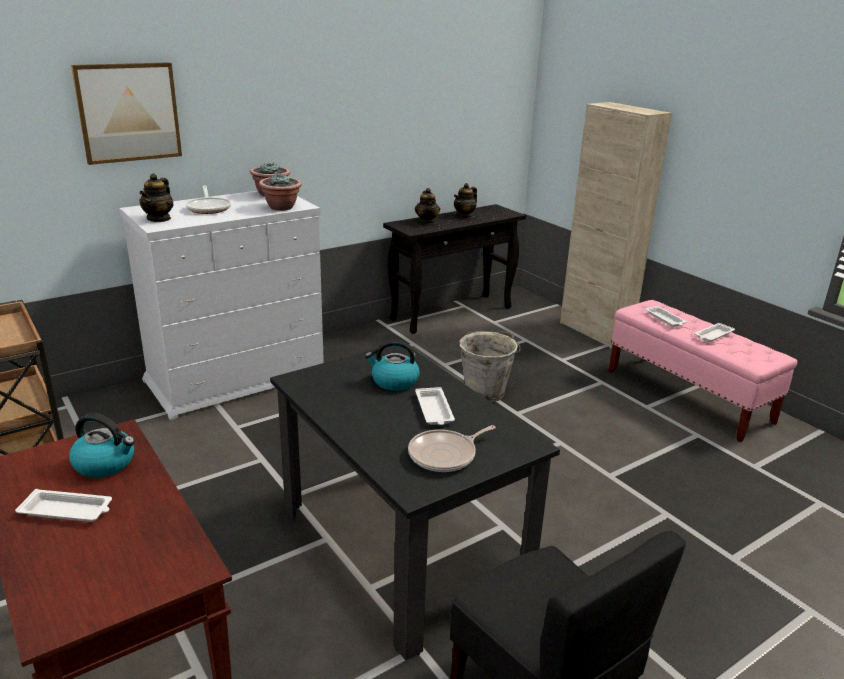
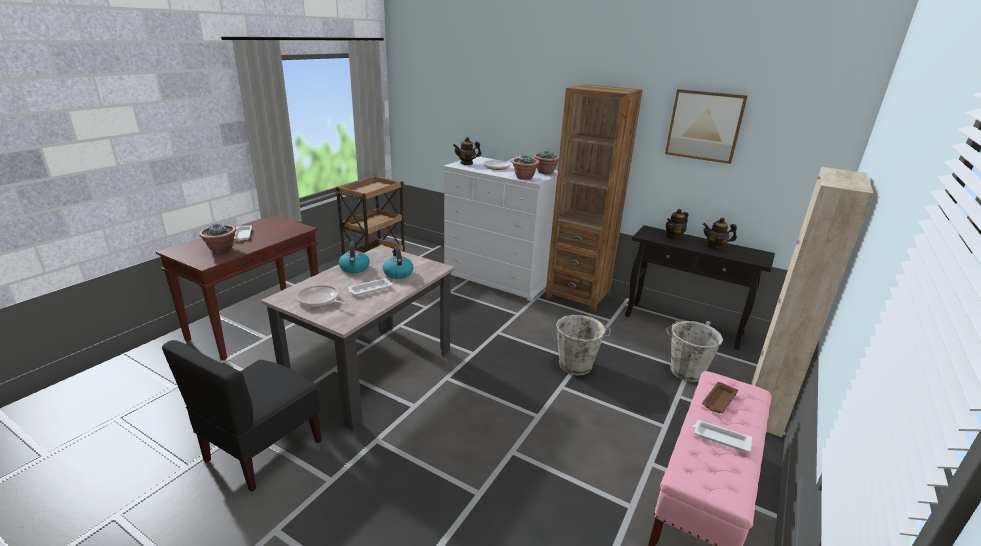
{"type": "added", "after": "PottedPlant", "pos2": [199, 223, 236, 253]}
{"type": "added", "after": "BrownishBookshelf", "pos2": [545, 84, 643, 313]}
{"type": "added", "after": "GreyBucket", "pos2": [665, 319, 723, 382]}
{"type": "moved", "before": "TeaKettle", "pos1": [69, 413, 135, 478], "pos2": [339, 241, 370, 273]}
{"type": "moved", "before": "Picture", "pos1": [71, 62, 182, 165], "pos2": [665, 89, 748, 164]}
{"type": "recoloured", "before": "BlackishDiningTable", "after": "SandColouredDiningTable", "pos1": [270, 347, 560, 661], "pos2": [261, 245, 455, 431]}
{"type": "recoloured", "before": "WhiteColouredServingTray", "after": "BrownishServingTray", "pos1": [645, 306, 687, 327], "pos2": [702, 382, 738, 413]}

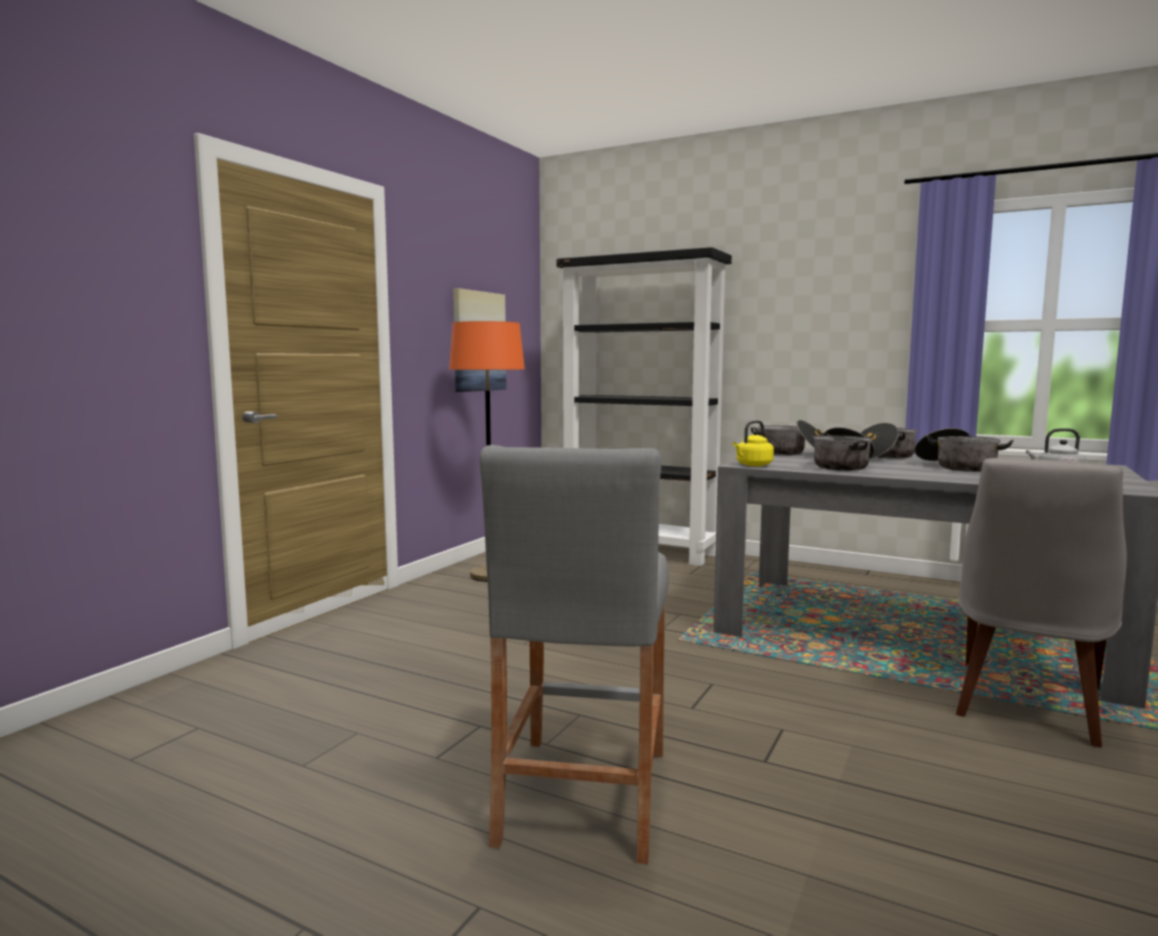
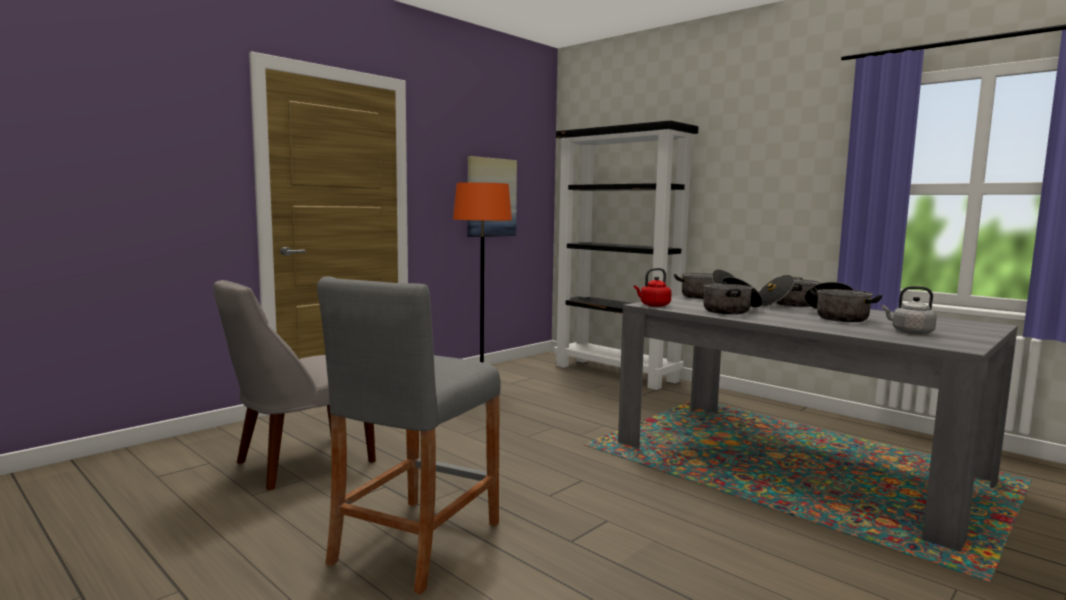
{"type": "moved", "before": "GreyPlainChair", "pos1": [956, 458, 1127, 748], "pos2": [213, 280, 376, 490]}
{"type": "recoloured", "before": "YellowTeaKettle", "after": "ReddishTeaKettle", "pos1": [733, 420, 774, 466], "pos2": [634, 268, 672, 307]}

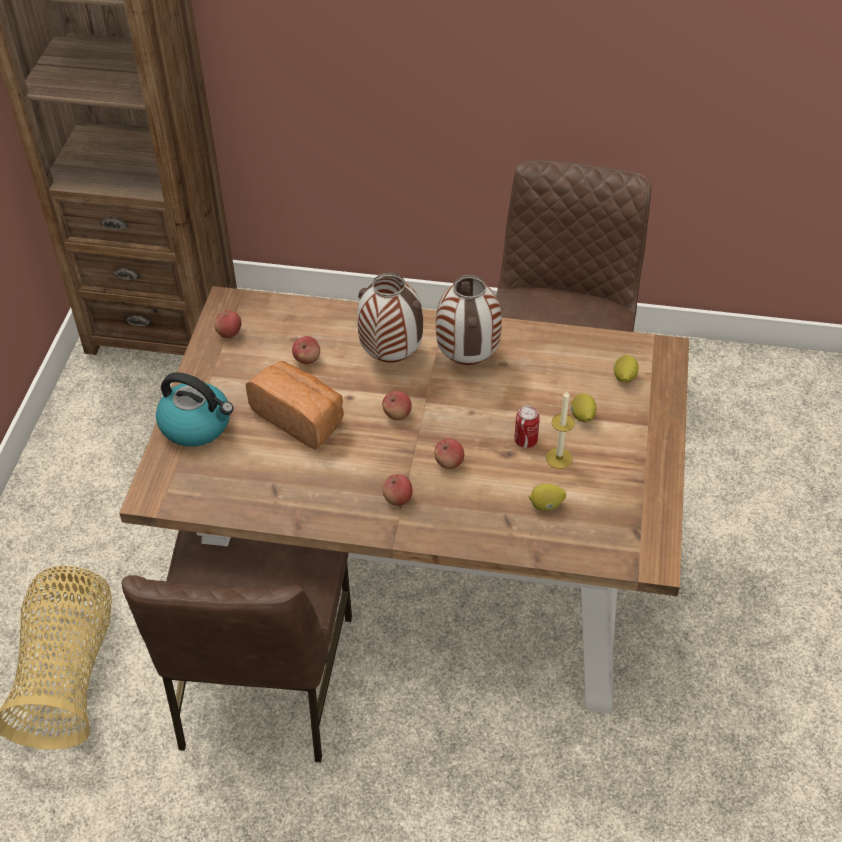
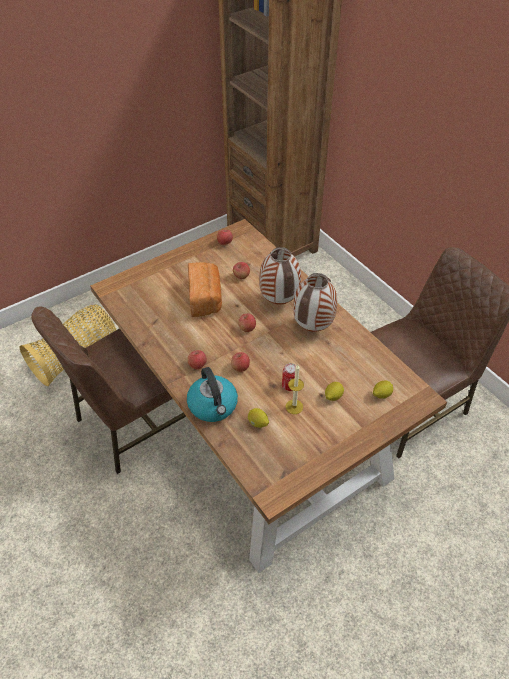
{"type": "moved", "before": "TeaKettle", "pos1": [156, 372, 234, 447], "pos2": [187, 367, 238, 422]}

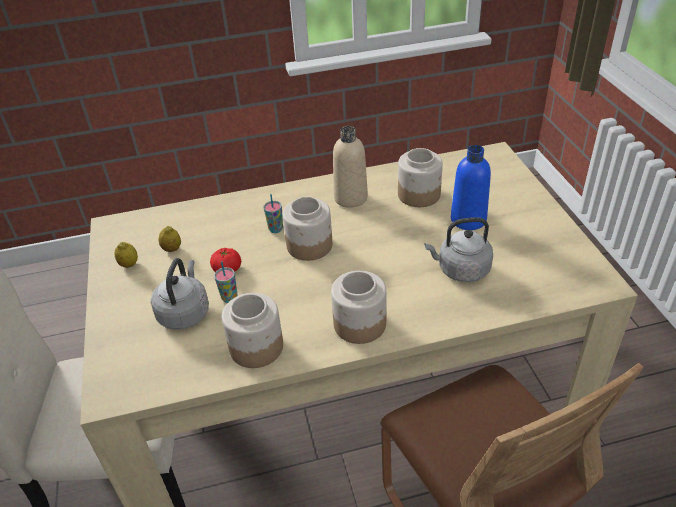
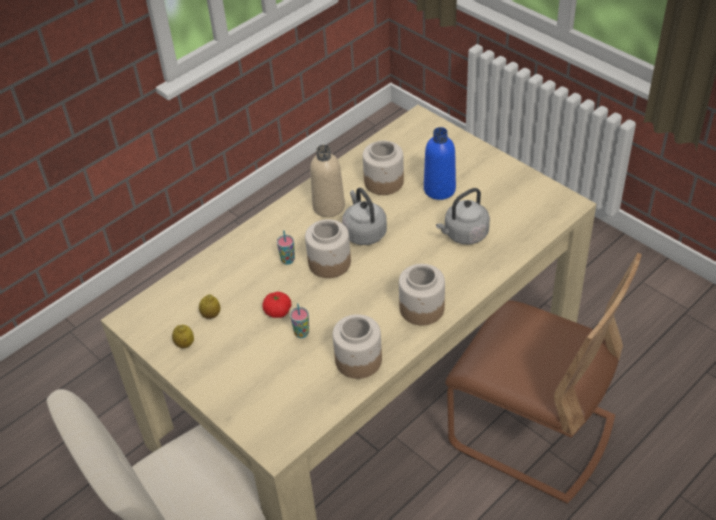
{"type": "moved", "before": "GreyTeaKettle", "pos1": [151, 258, 209, 330], "pos2": [342, 188, 387, 245]}

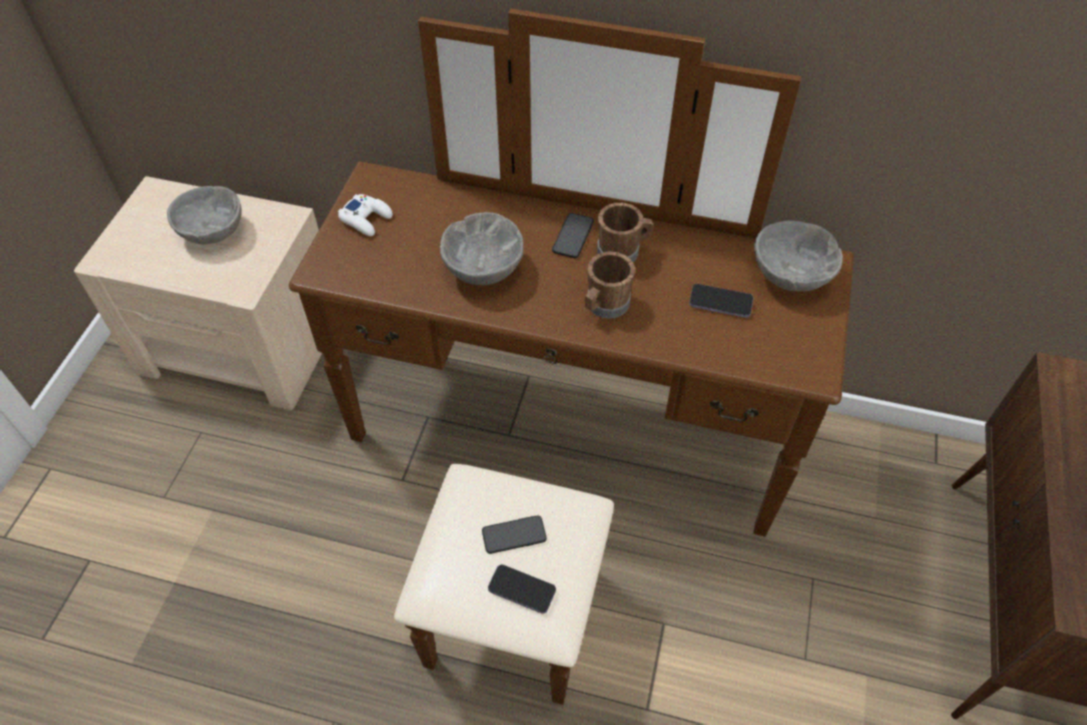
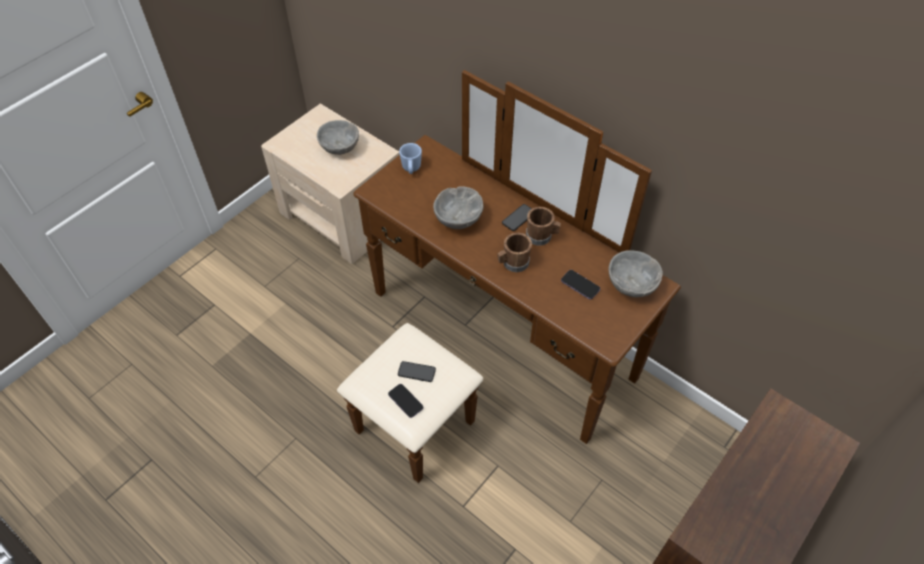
{"type": "replaced", "before": "WhiteColouredGamepad", "after": "BluishTeaMug", "pos1": [338, 194, 393, 236], "pos2": [399, 143, 422, 174]}

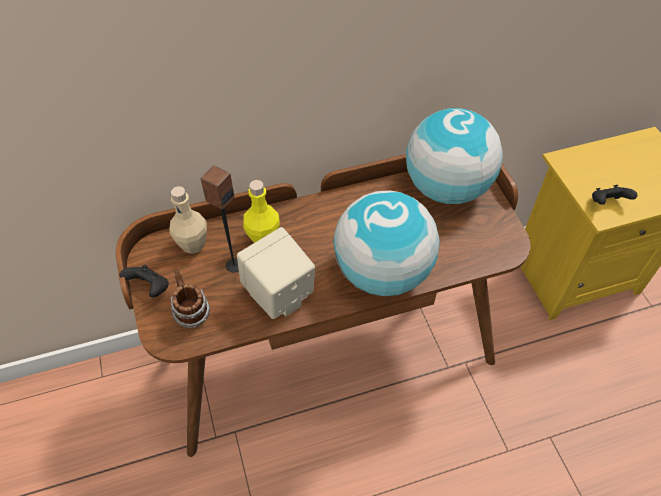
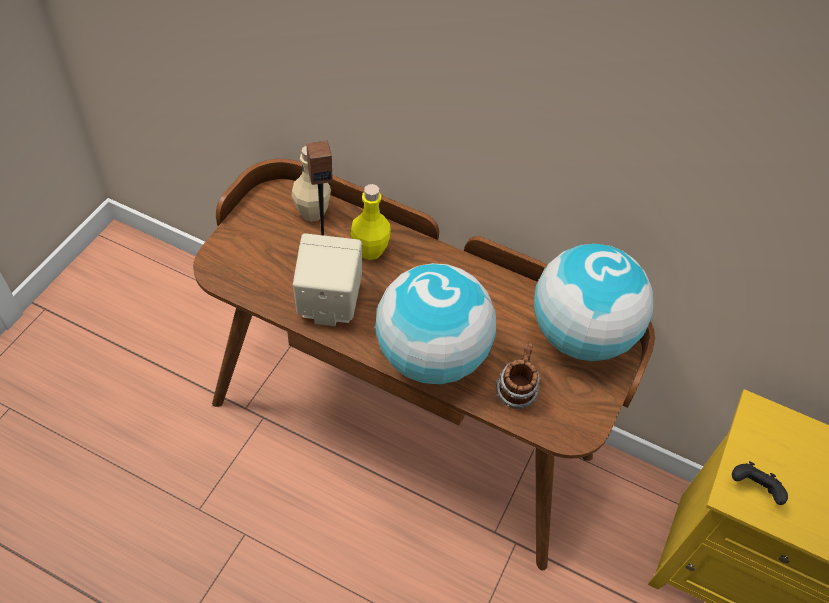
{"type": "removed", "before": "BlackishGamepad", "pos1": [119, 265, 169, 297]}
{"type": "moved", "before": "TeaMug", "pos1": [171, 270, 211, 328], "pos2": [496, 343, 541, 409]}

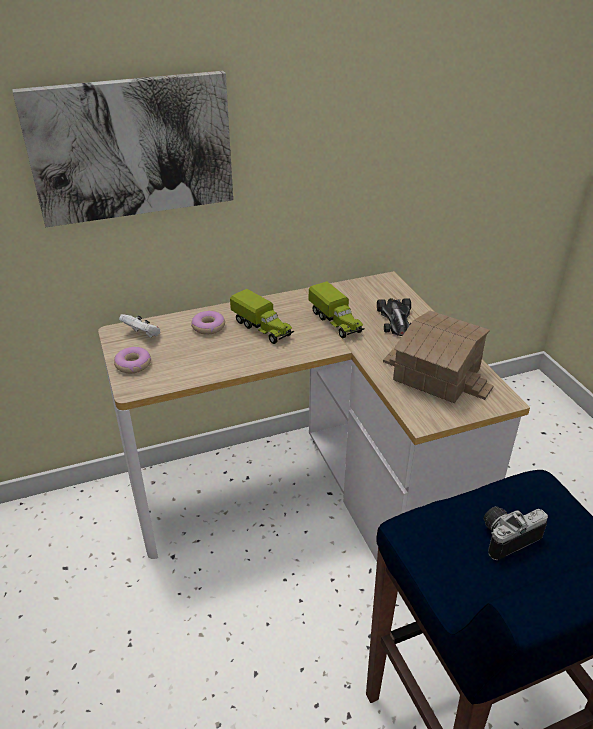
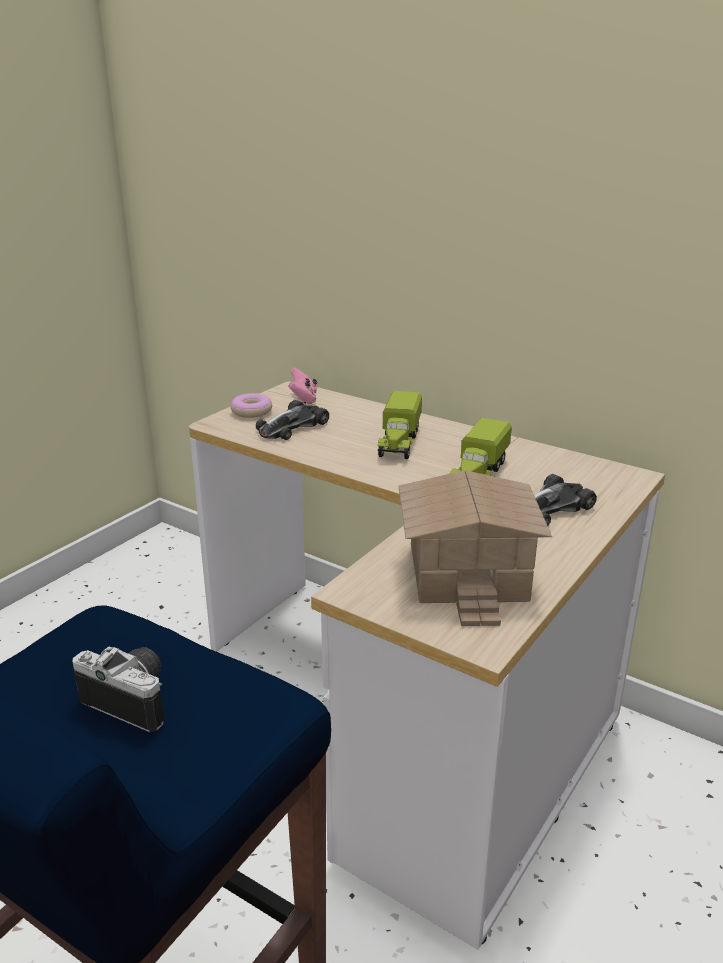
{"type": "removed", "before": "Picture", "pos1": [12, 71, 233, 227]}
{"type": "removed", "before": "RingDoughnut", "pos1": [191, 311, 225, 335]}
{"type": "added", "after": "ToyCar", "pos2": [256, 400, 329, 440]}
{"type": "recoloured", "before": "WhiteColouredGamepad", "after": "PinkGamepad", "pos1": [119, 314, 160, 338], "pos2": [288, 368, 317, 404]}

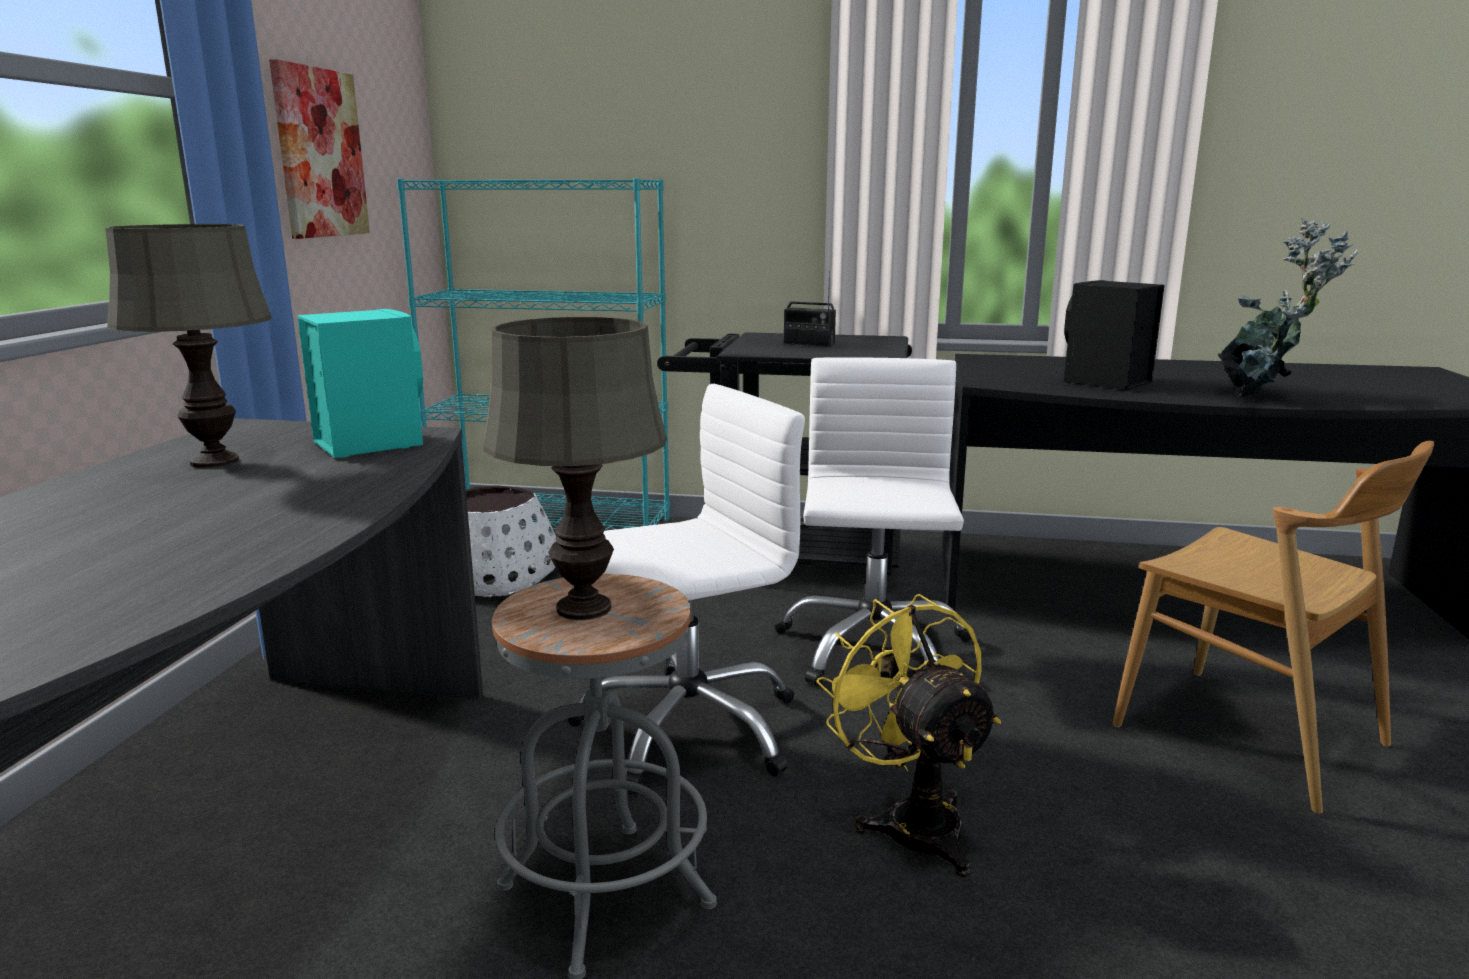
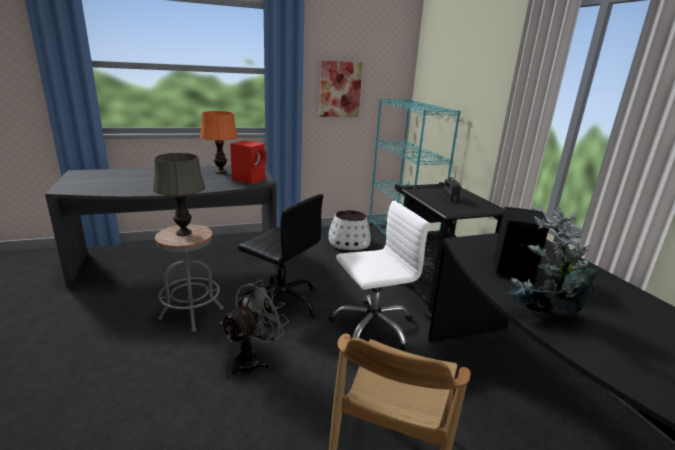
{"type": "recoloured", "before": "GreyTabletopLamp", "after": "OrangeyTabletopLamp", "pos1": [105, 224, 272, 468], "pos2": [200, 111, 238, 174]}
{"type": "recoloured", "before": "TurquoiseAudioSpeaker", "after": "ReddishAudioSpeaker", "pos1": [297, 309, 423, 458], "pos2": [230, 140, 266, 184]}
{"type": "recoloured", "before": "WhiteColouredDeskChair", "after": "BlackishDeskChair", "pos1": [567, 384, 805, 794], "pos2": [238, 194, 323, 327]}
{"type": "recoloured", "before": "YellowFan", "after": "GreyFan", "pos1": [816, 594, 1001, 877], "pos2": [220, 280, 289, 378]}

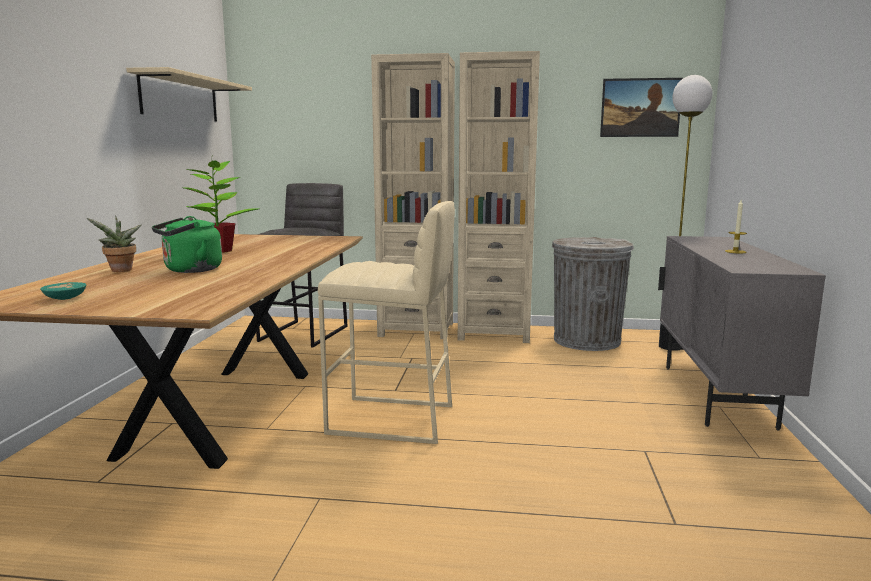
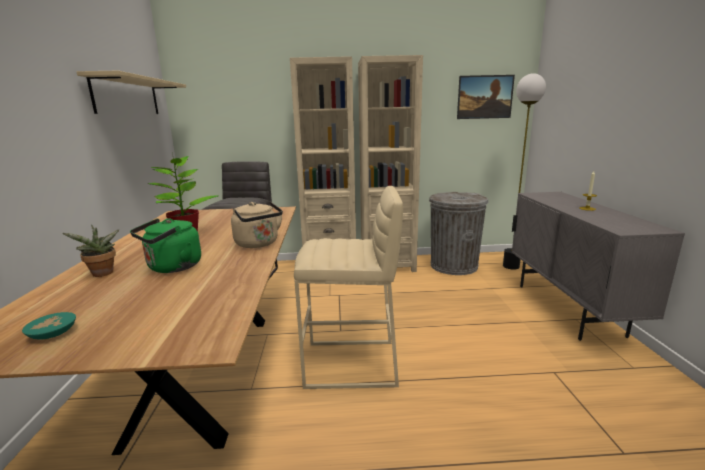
{"type": "added", "after": "SandColouredTeaKettle", "pos2": [231, 202, 283, 248]}

